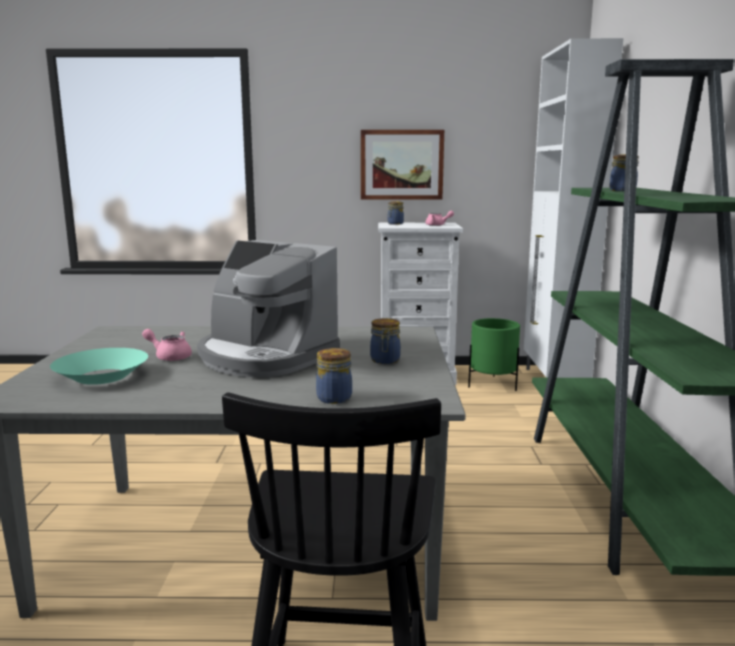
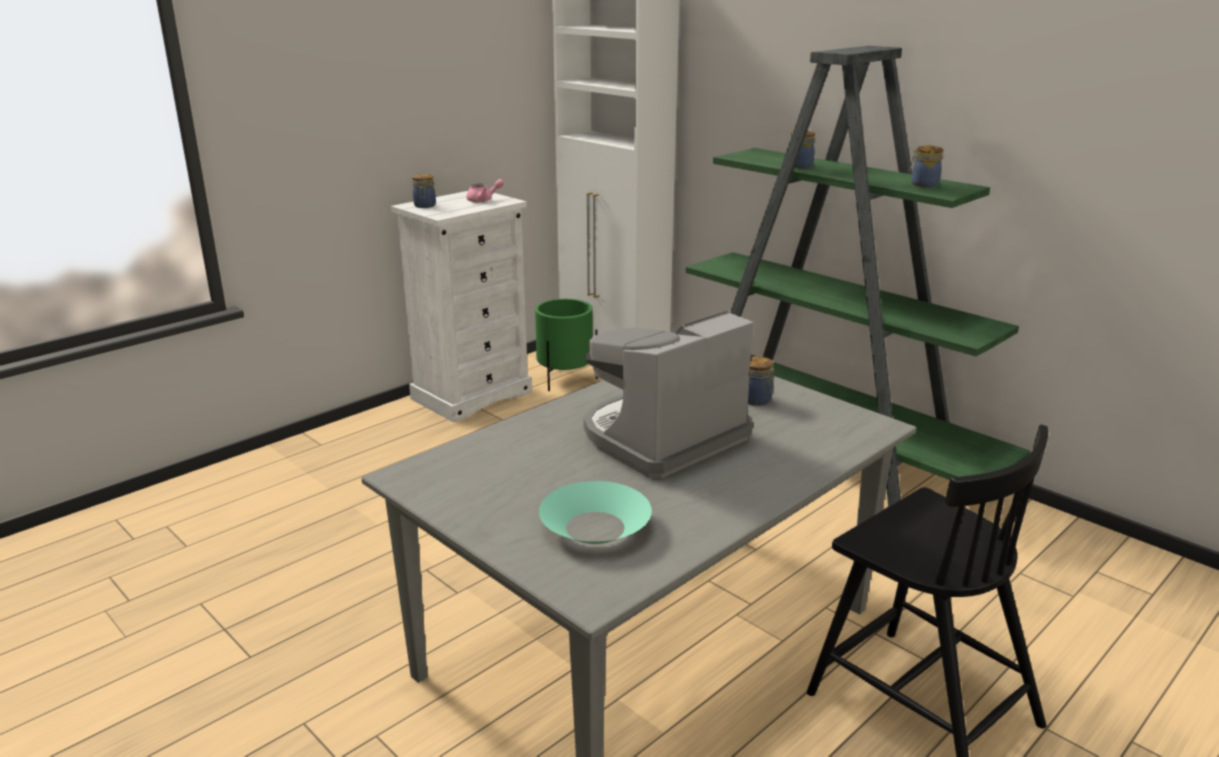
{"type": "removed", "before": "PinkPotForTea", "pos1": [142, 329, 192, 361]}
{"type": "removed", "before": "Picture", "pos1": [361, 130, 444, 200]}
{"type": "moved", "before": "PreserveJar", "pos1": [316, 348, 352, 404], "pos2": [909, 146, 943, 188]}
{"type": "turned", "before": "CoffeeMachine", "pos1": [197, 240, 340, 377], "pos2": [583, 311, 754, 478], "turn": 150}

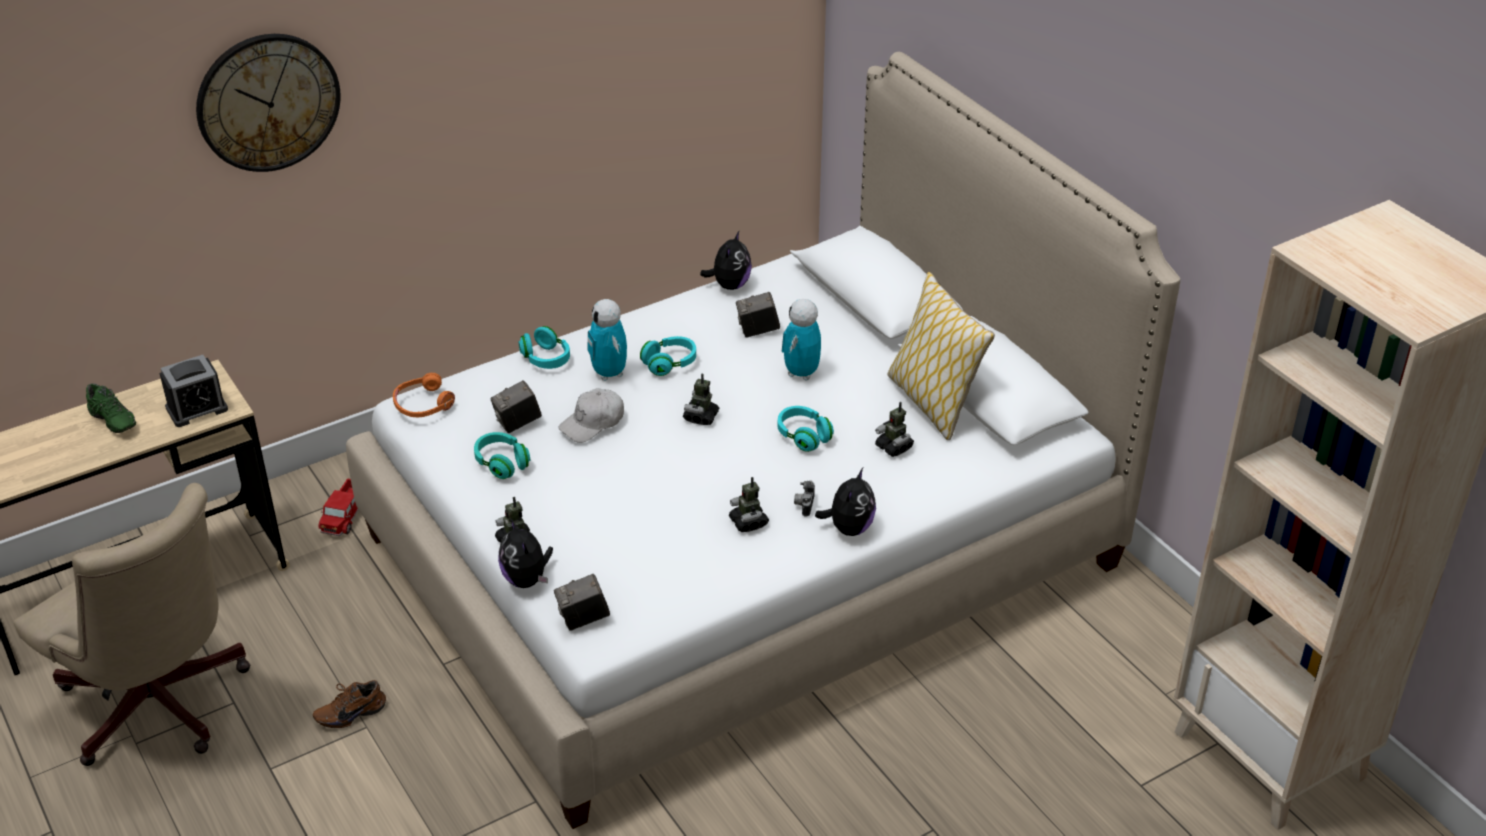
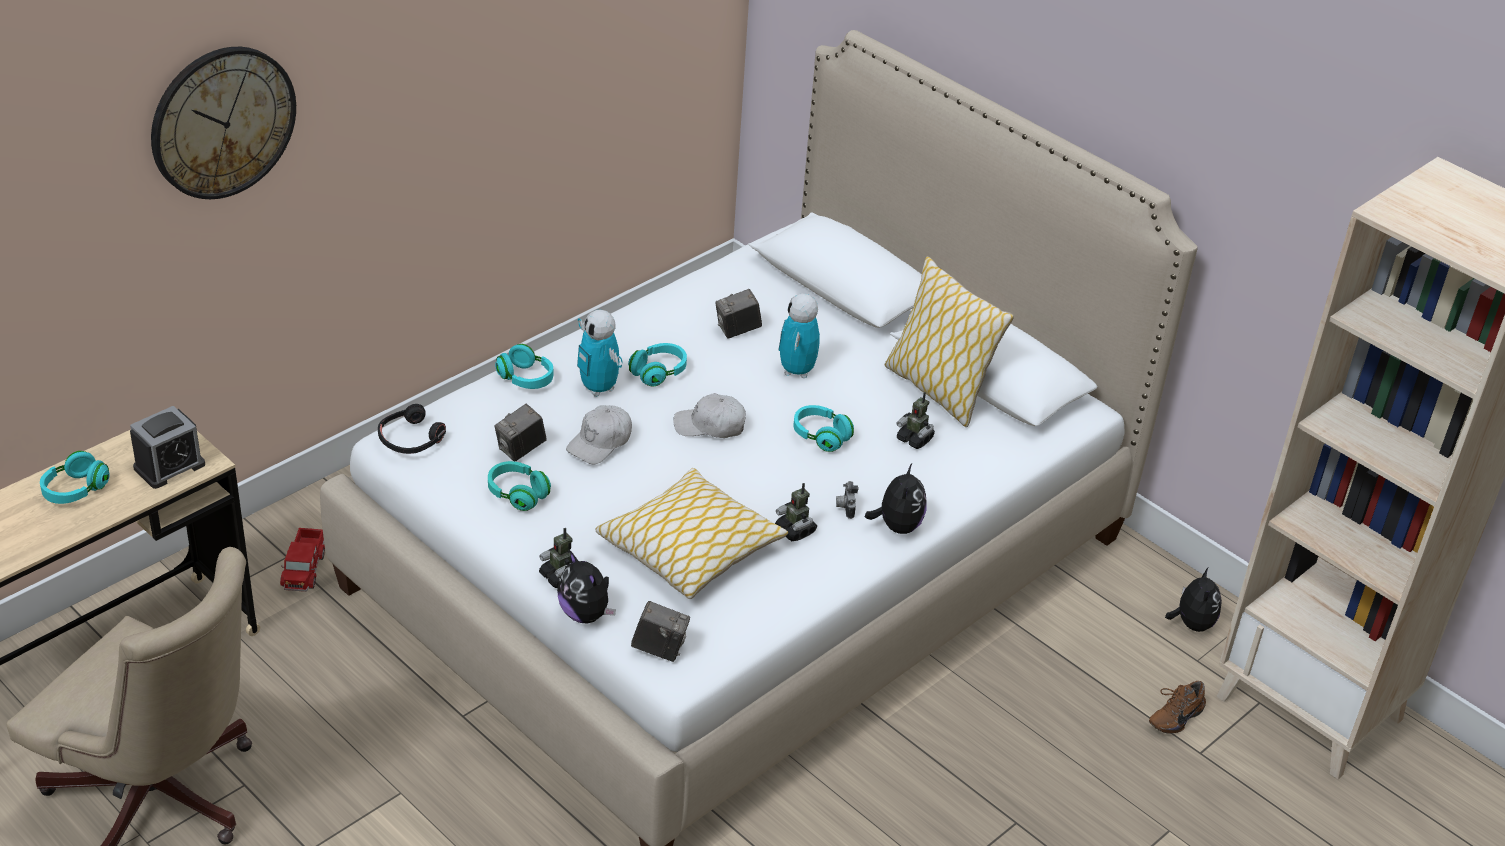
{"type": "added", "after": "Pillow", "pos2": [596, 468, 788, 599]}
{"type": "moved", "before": "BrownishItemOfFootwear", "pos1": [313, 680, 386, 728], "pos2": [1149, 681, 1206, 734]}
{"type": "moved", "before": "SoftToy", "pos1": [700, 231, 752, 290], "pos2": [1165, 568, 1222, 632]}
{"type": "replaced", "before": "GreenItemOfFootwear", "after": "TurquoisePairOfHeadphones", "pos1": [86, 383, 136, 433], "pos2": [40, 451, 110, 504]}
{"type": "replaced", "before": "ToyRobot", "after": "WhiteColouredPeakedCap", "pos1": [683, 373, 719, 425], "pos2": [673, 393, 746, 438]}
{"type": "recoloured", "before": "OrangeyPairOfHeadphones", "after": "BlackishPairOfHeadphones", "pos1": [393, 373, 455, 417], "pos2": [378, 404, 446, 454]}
{"type": "turned", "before": "PhotoCamera", "pos1": [554, 574, 610, 631], "pos2": [631, 601, 690, 662], "turn": -135}

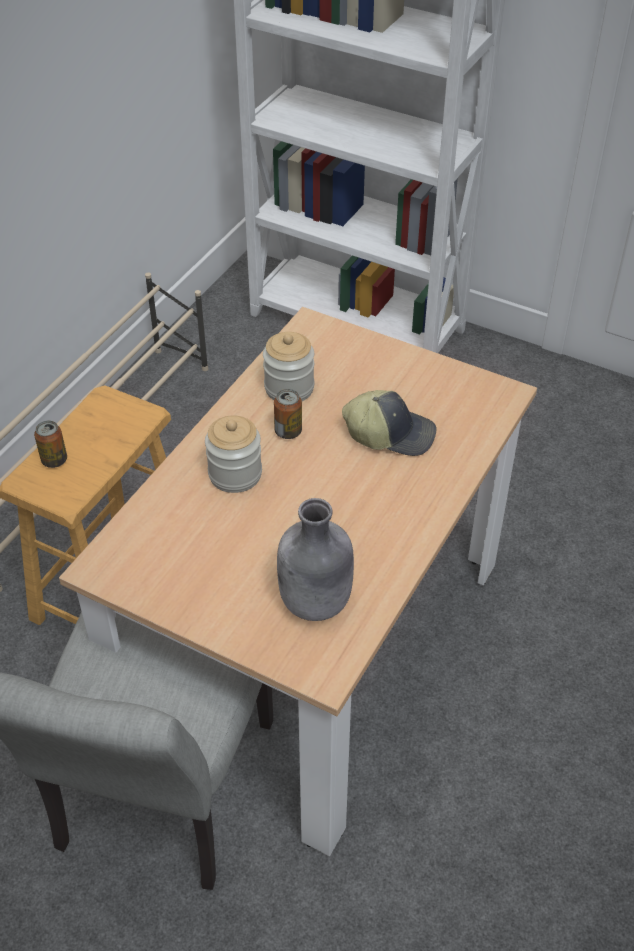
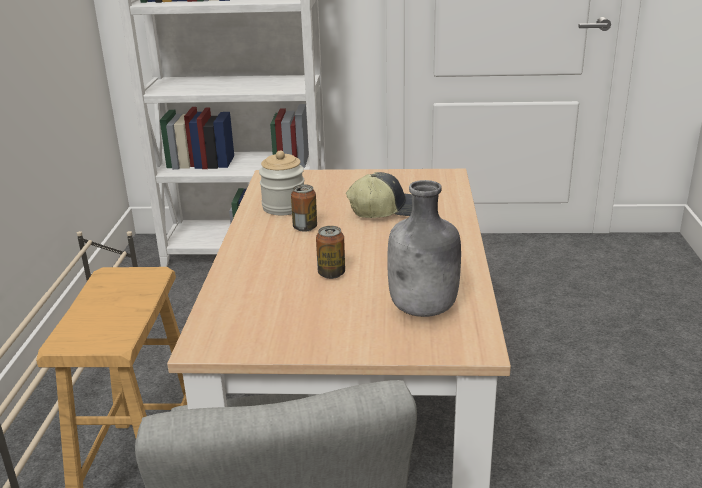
{"type": "removed", "before": "PreserveJar", "pos1": [205, 415, 262, 493]}
{"type": "moved", "before": "MetalCan", "pos1": [34, 421, 67, 468], "pos2": [316, 226, 345, 279]}

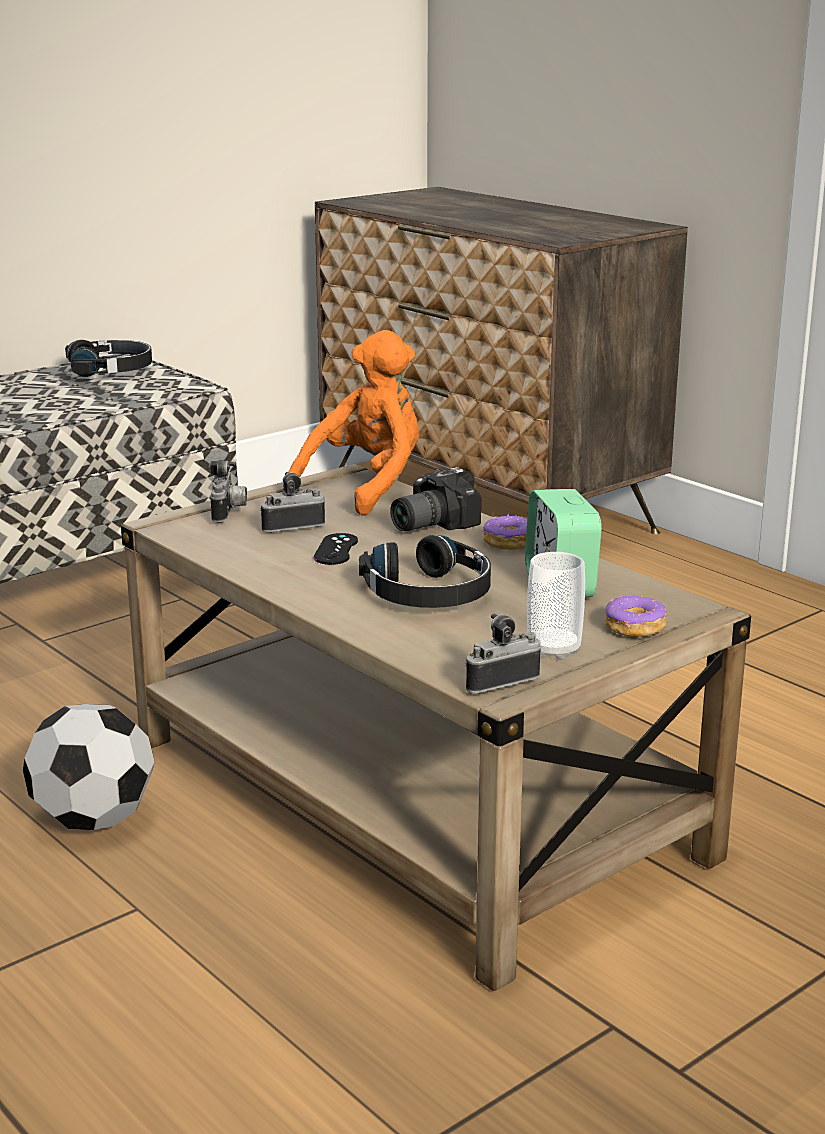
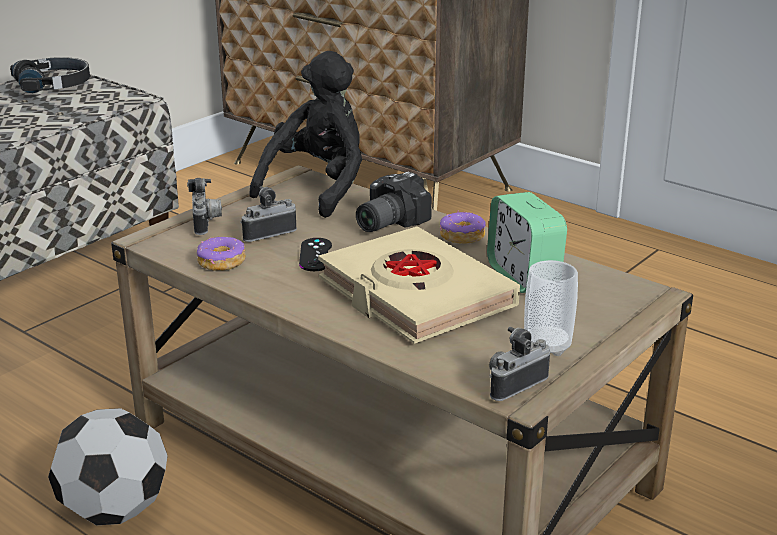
{"type": "moved", "before": "RingDoughnut", "pos1": [605, 596, 667, 637], "pos2": [197, 237, 246, 271]}
{"type": "replaced", "before": "BlackishPairOfHeadphones", "after": "SandColouredBook", "pos1": [359, 535, 491, 608], "pos2": [318, 226, 520, 344]}
{"type": "recoloured", "before": "OrangeySoftToy", "after": "BlackishSoftToy", "pos1": [288, 330, 419, 516], "pos2": [249, 51, 362, 218]}

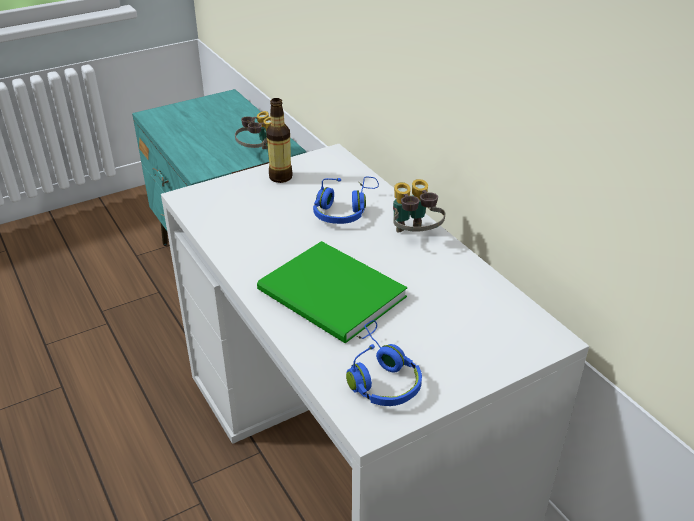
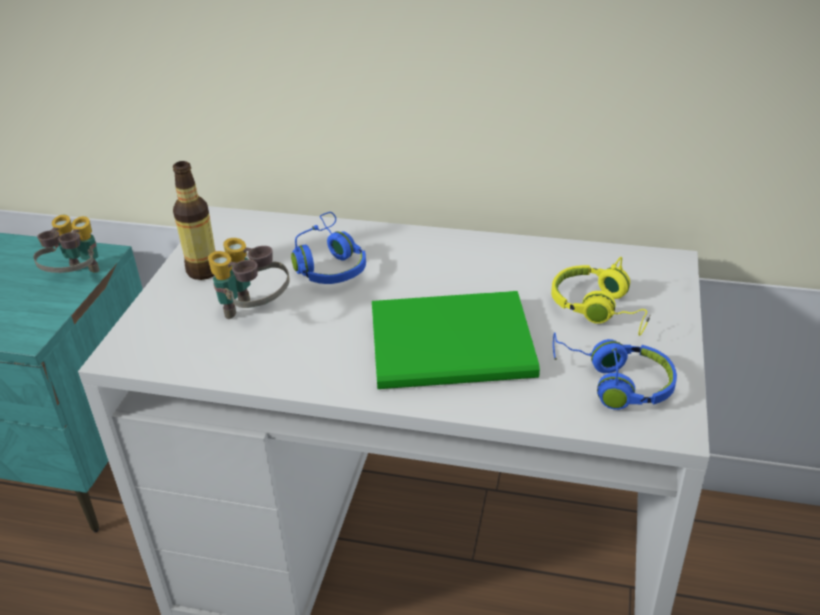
{"type": "added", "after": "YellowPairOfHeadphones", "pos2": [551, 257, 651, 336]}
{"type": "moved", "before": "Binoculars", "pos1": [393, 179, 445, 232], "pos2": [208, 238, 290, 319]}

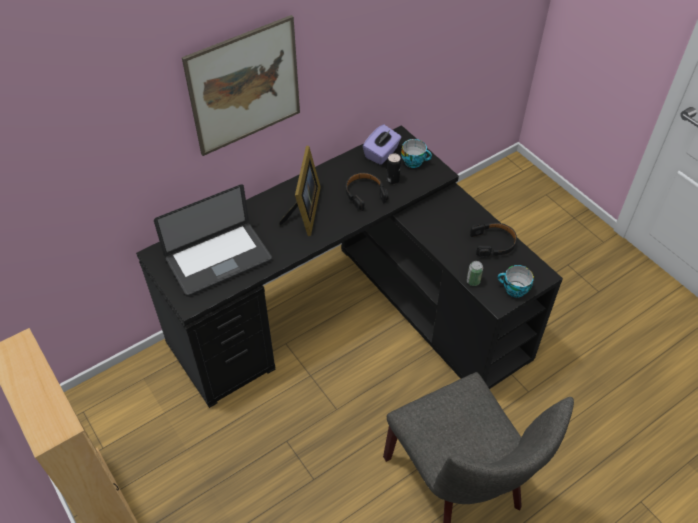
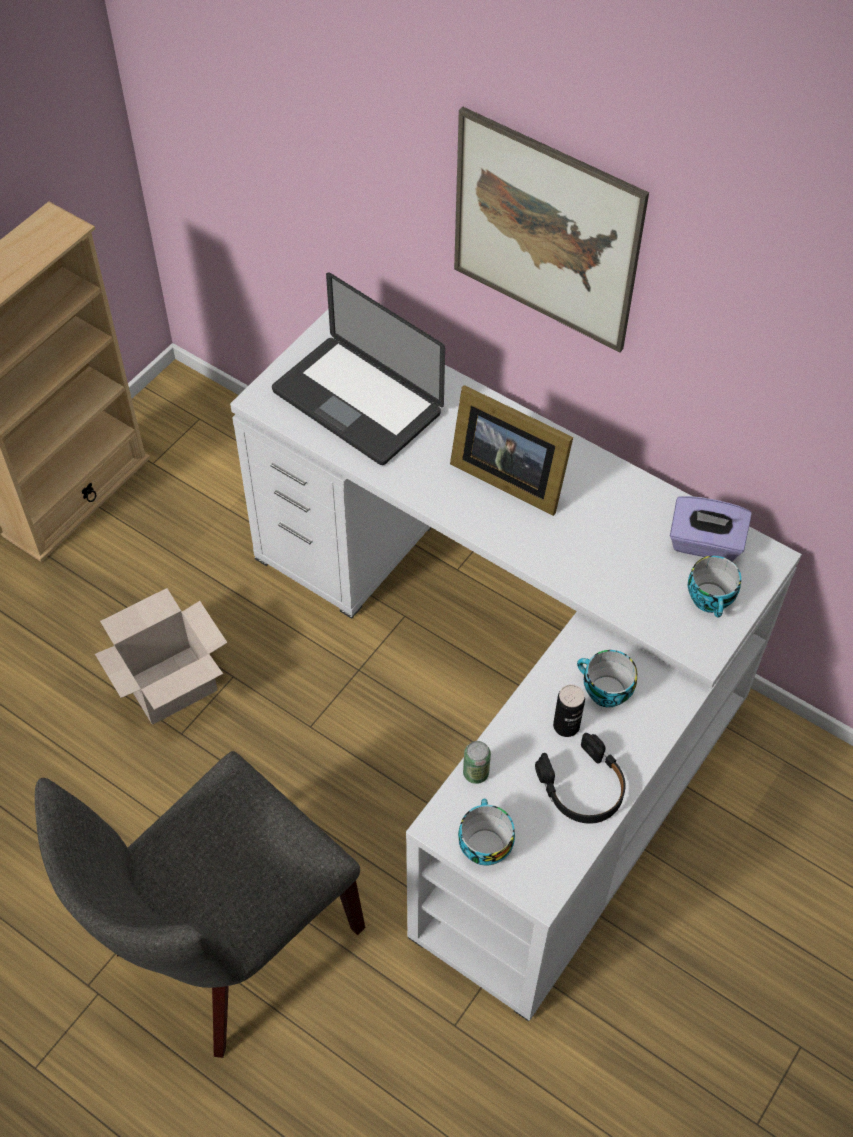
{"type": "removed", "before": "BlackishPairOfHeadphones", "pos1": [346, 173, 389, 211]}
{"type": "added", "after": "Carton", "pos2": [95, 588, 227, 724]}
{"type": "added", "after": "Cup", "pos2": [577, 650, 637, 708]}
{"type": "moved", "before": "MetalCan", "pos1": [386, 154, 401, 184], "pos2": [553, 685, 585, 737]}
{"type": "recoloured", "before": "BlackishDeskUnit", "after": "WhiteColouredDeskUnit", "pos1": [136, 125, 563, 408], "pos2": [230, 309, 802, 1022]}
{"type": "turned", "before": "StandingFrame", "pos1": [279, 146, 321, 236], "pos2": [450, 385, 573, 516], "turn": 45}

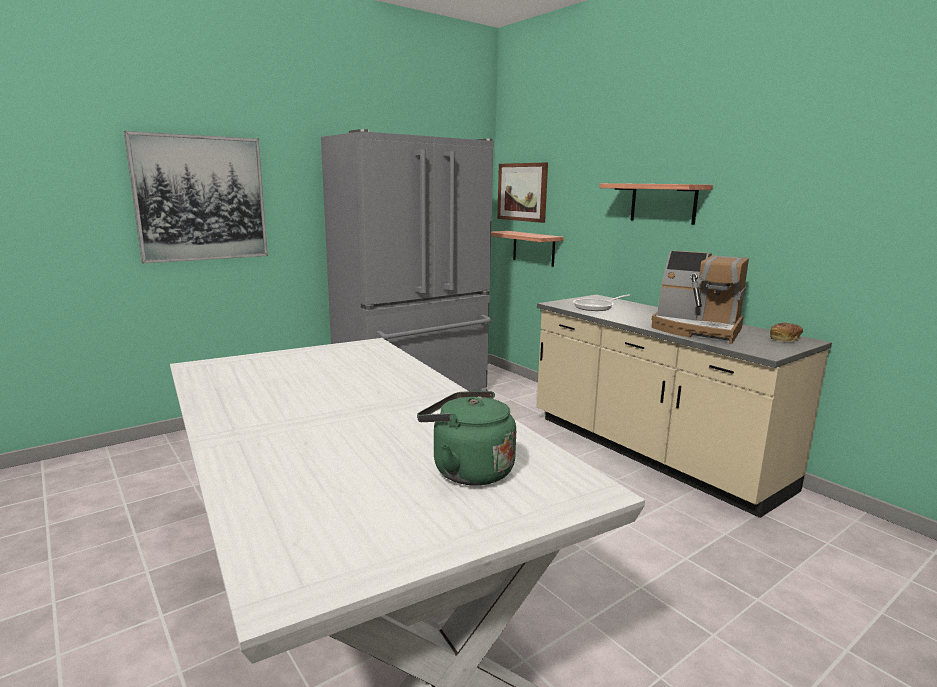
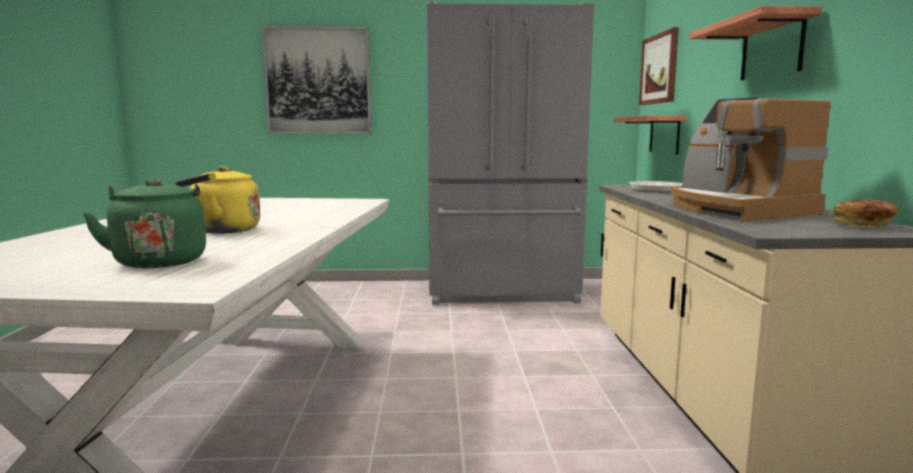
{"type": "added", "after": "YellowTeaKettle", "pos2": [175, 166, 260, 234]}

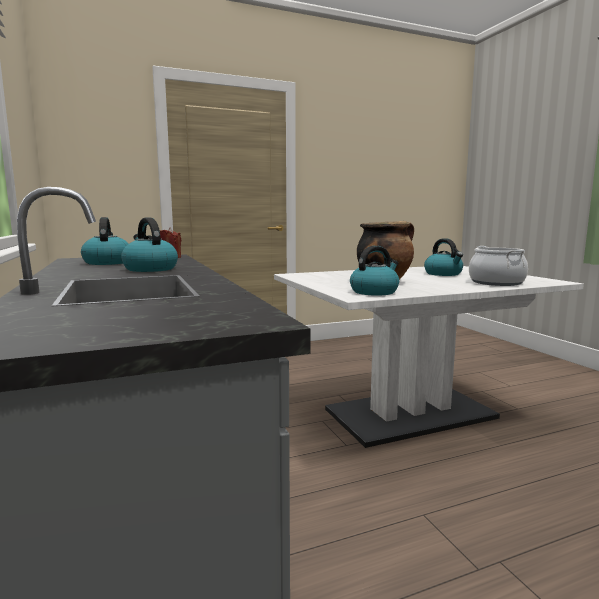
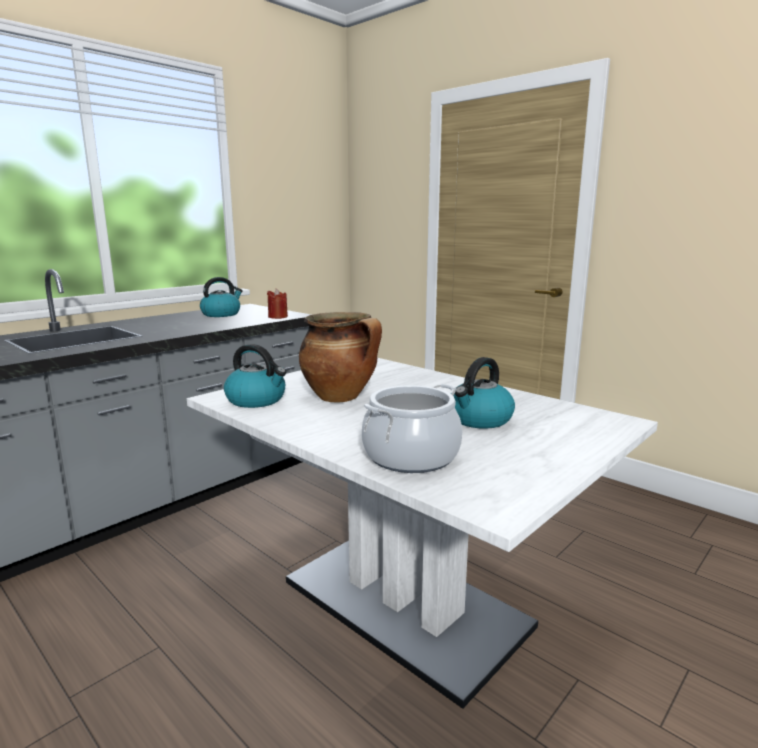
{"type": "removed", "before": "TeaKettle", "pos1": [121, 218, 178, 272]}

